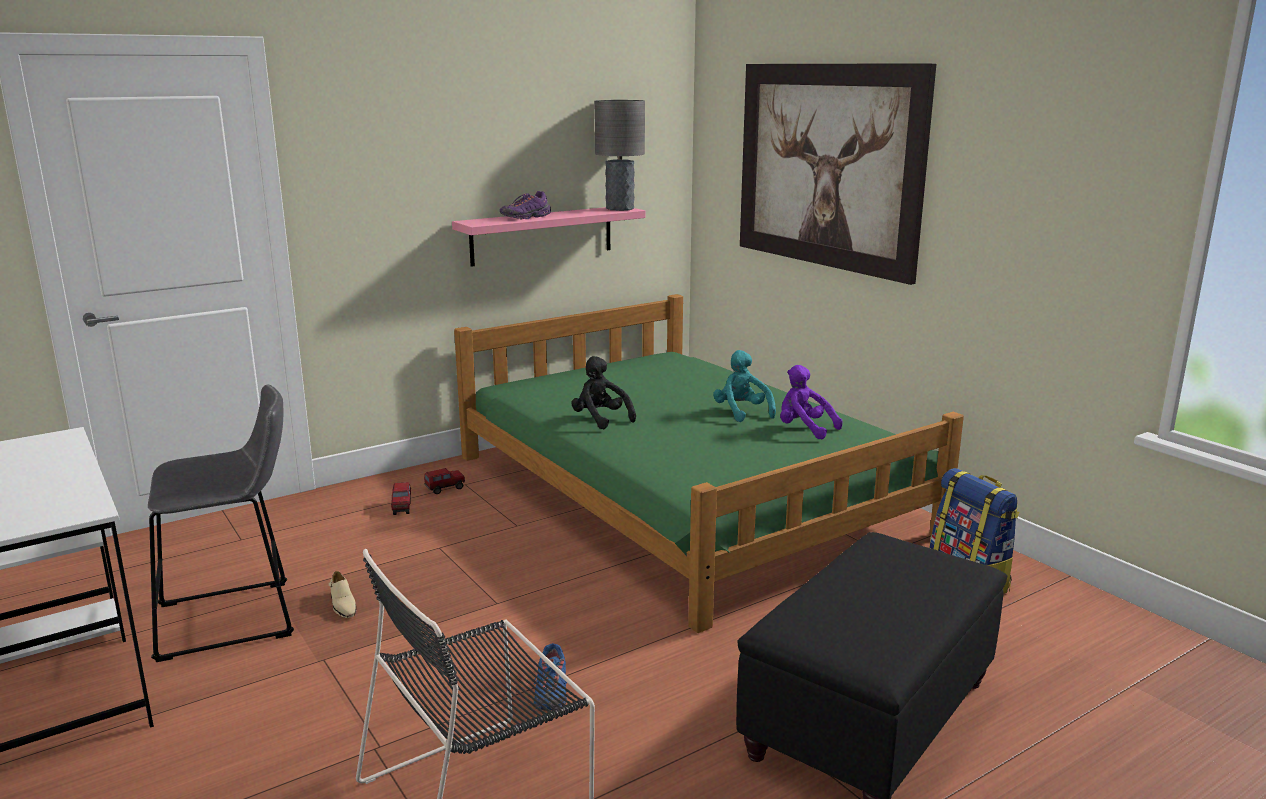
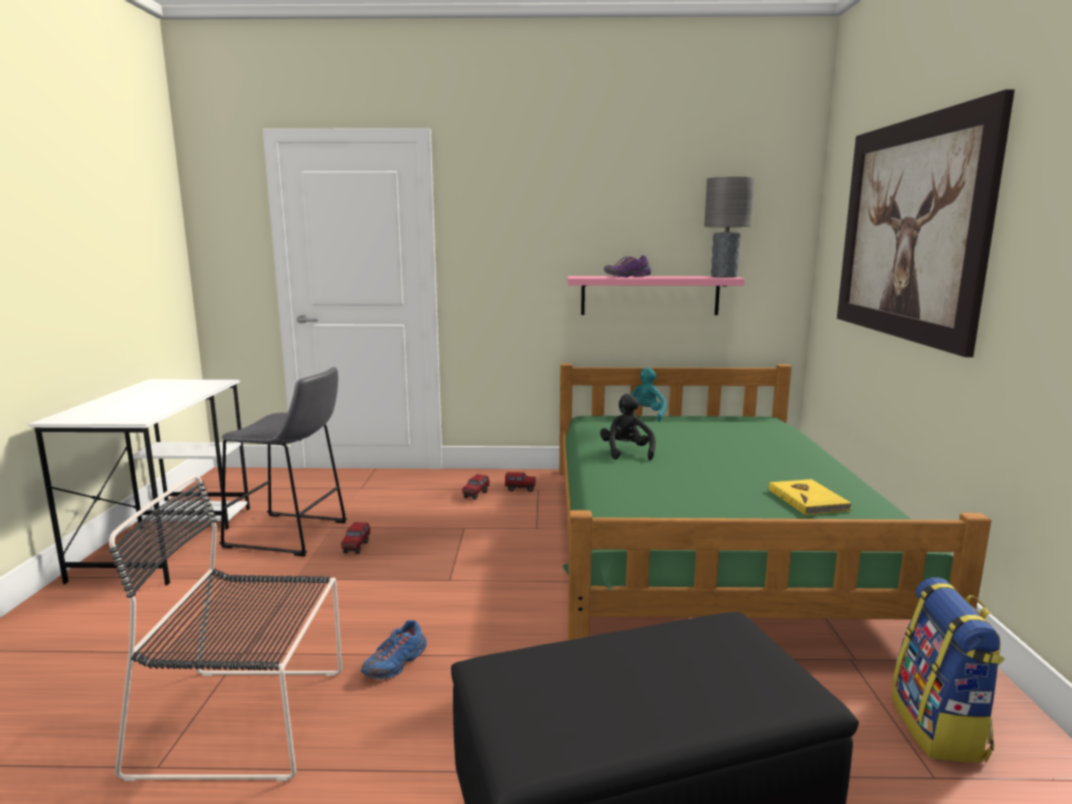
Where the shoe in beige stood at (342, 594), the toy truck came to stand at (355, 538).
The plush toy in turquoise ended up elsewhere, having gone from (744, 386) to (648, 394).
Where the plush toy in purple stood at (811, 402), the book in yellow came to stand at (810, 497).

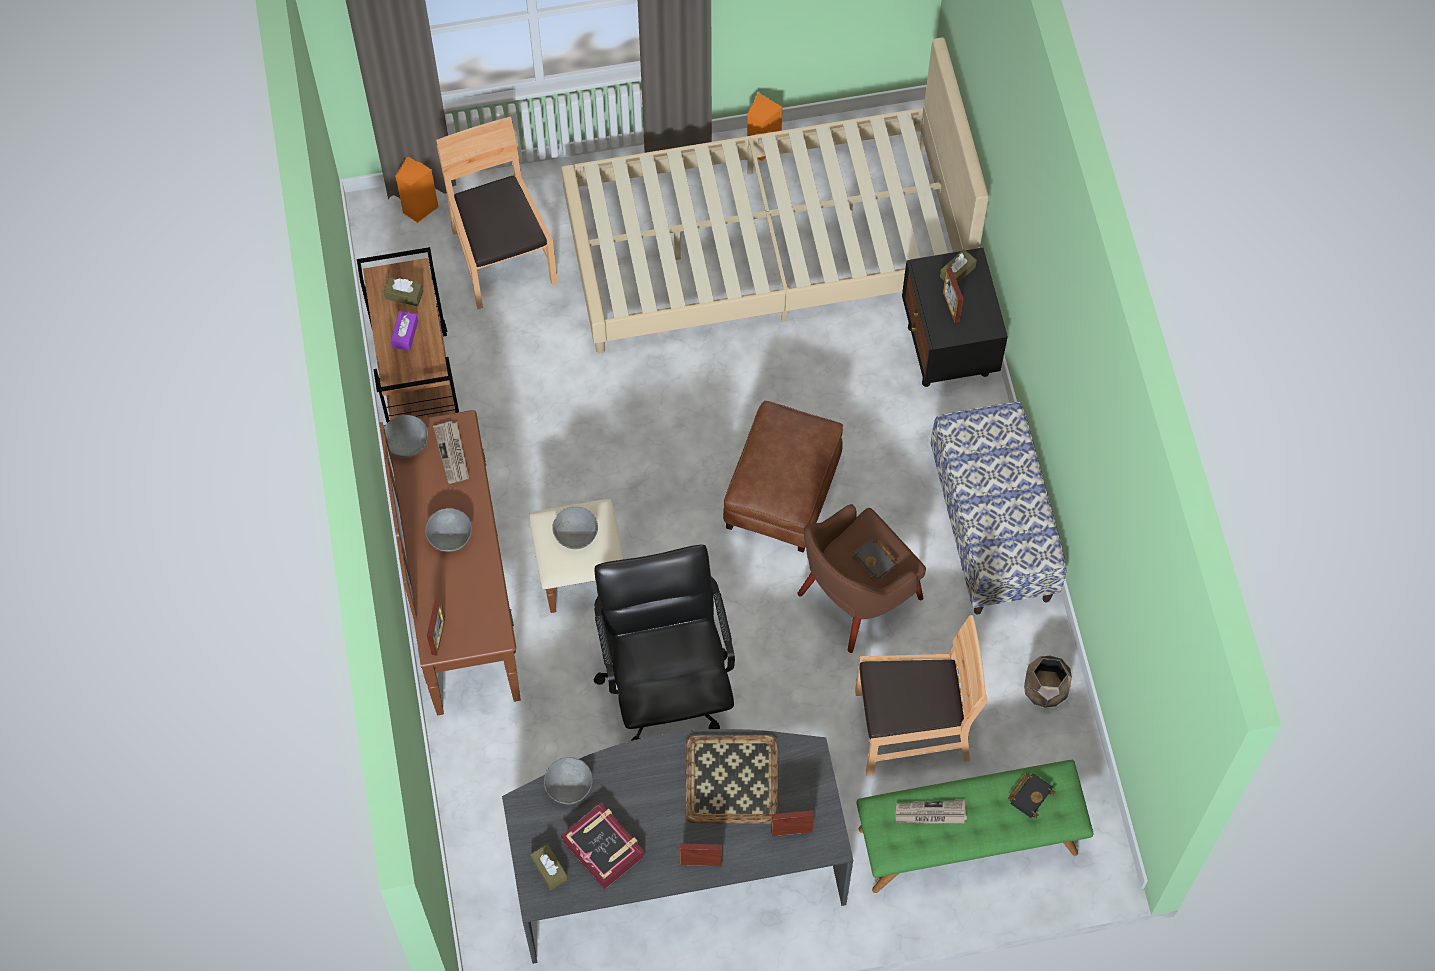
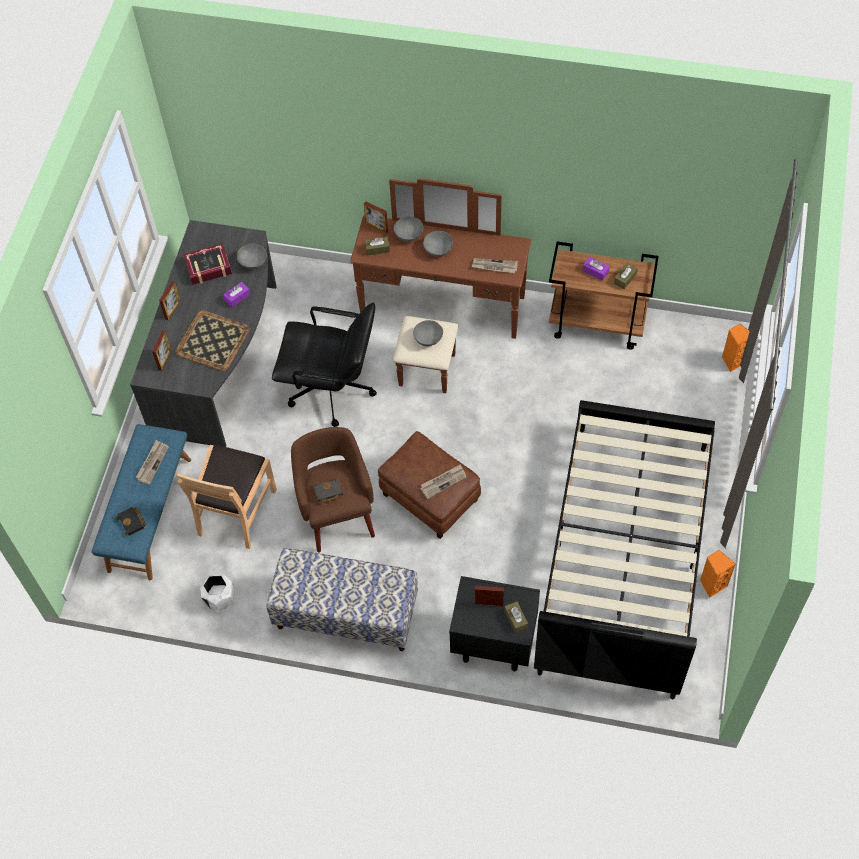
The bowl in grey ended up elsewhere, having gone from (406, 436) to (408, 229).
The second view lost the chair in brown at (497, 213).
The tissue box in brown ended up elsewhere, having gone from (549, 867) to (377, 246).
What was the bed in beige at (775, 195) turned into the bed in black at (624, 549).
What was the bench in green at (975, 826) turned into the bench in blue at (141, 502).
What was the planter in brown at (1048, 682) turned into the planter in white at (217, 592).
The second view gained the tissue box in purple at (236, 294).
The second view gained the newspaper at (443, 481).

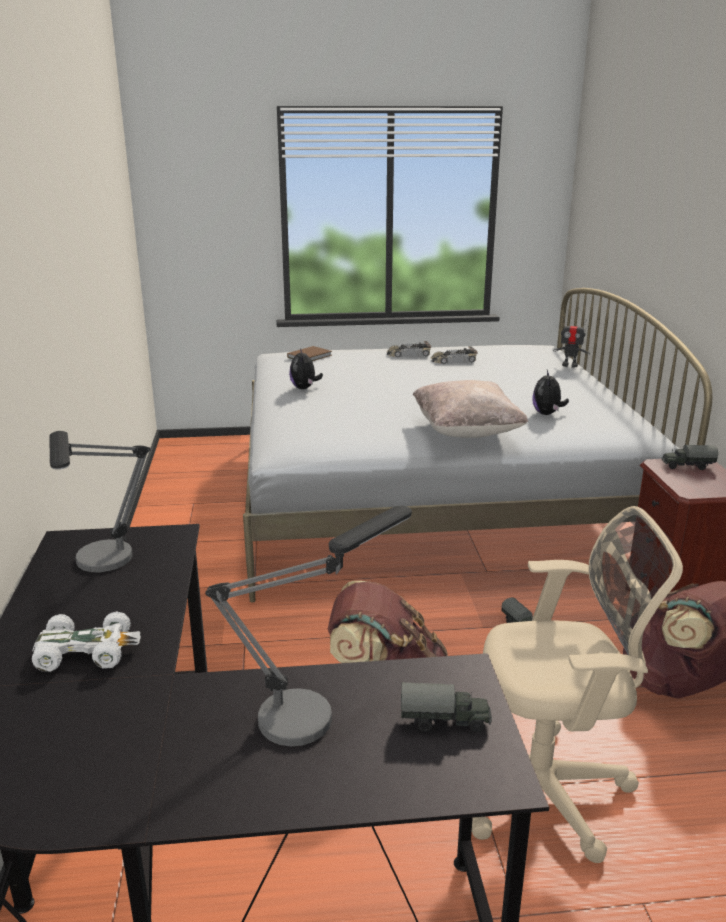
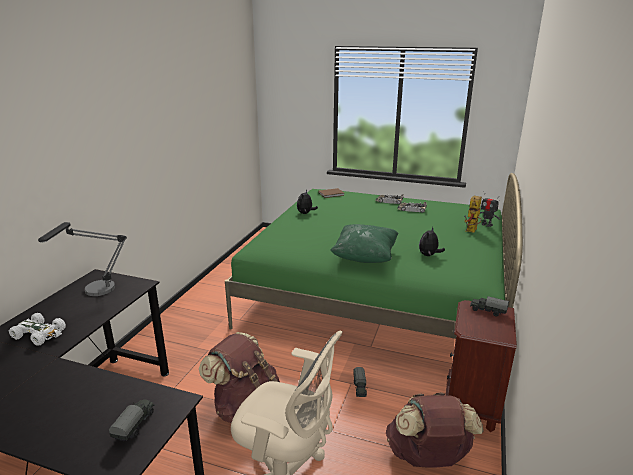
The second view lost the table lamp at (308, 626).
What was the bed in white at (477, 445) turned into the bed in green at (374, 256).
The toy truck at (446, 707) ended up facing another way, 105 degrees counterclockwise from before.
What was the pillow in beige at (470, 409) turned into the pillow in green at (364, 243).
The second view gained the toy robot at (473, 214).

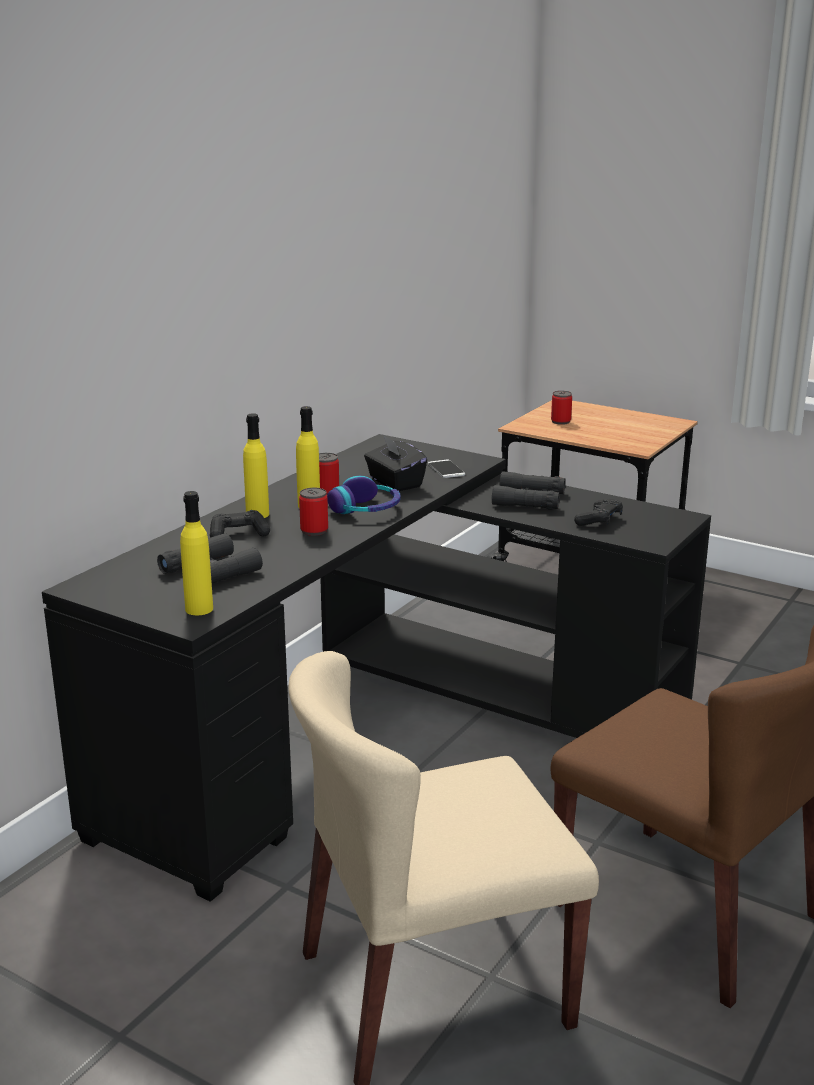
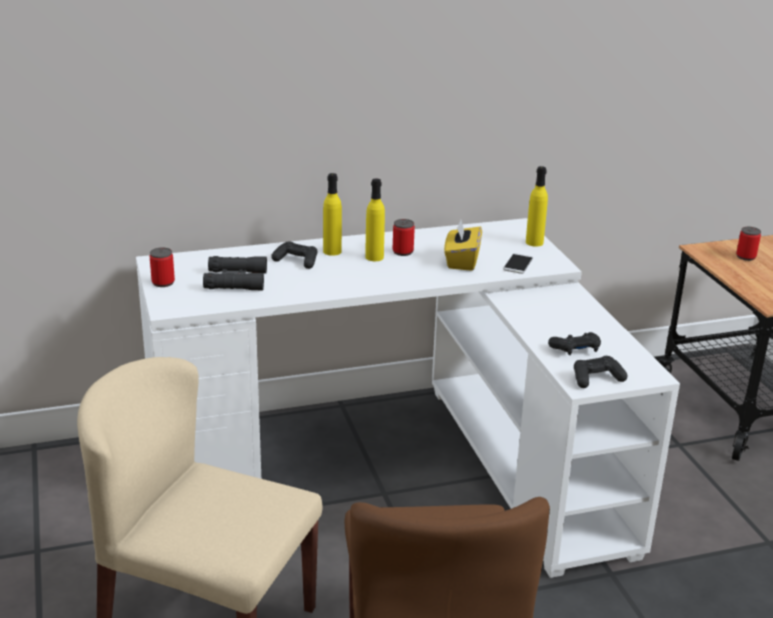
What was the desk in black at (376, 668) turned into the desk in white at (408, 398).
The bottle in yellow ended up elsewhere, having gone from (196, 553) to (537, 206).
The can ended up elsewhere, having gone from (313, 512) to (162, 267).
The second view lost the headphones at (364, 495).
What was the tissue box in black at (395, 462) turned into the tissue box in yellow at (463, 245).
The second view lost the binoculars in black at (529, 490).
The second view gained the game controller in black at (600, 372).

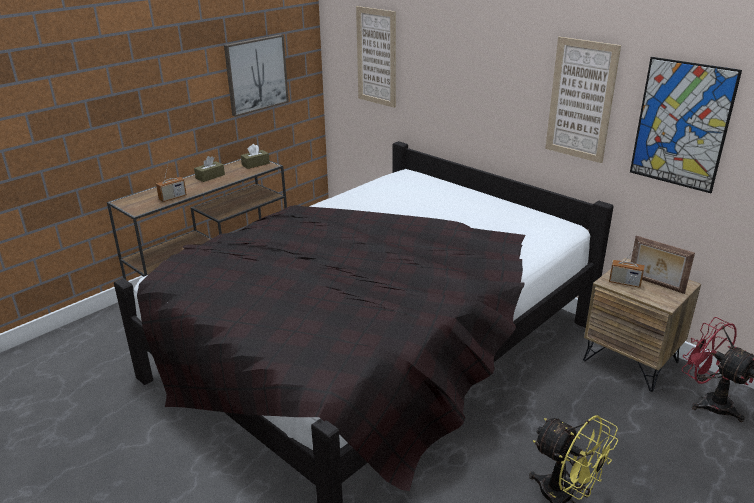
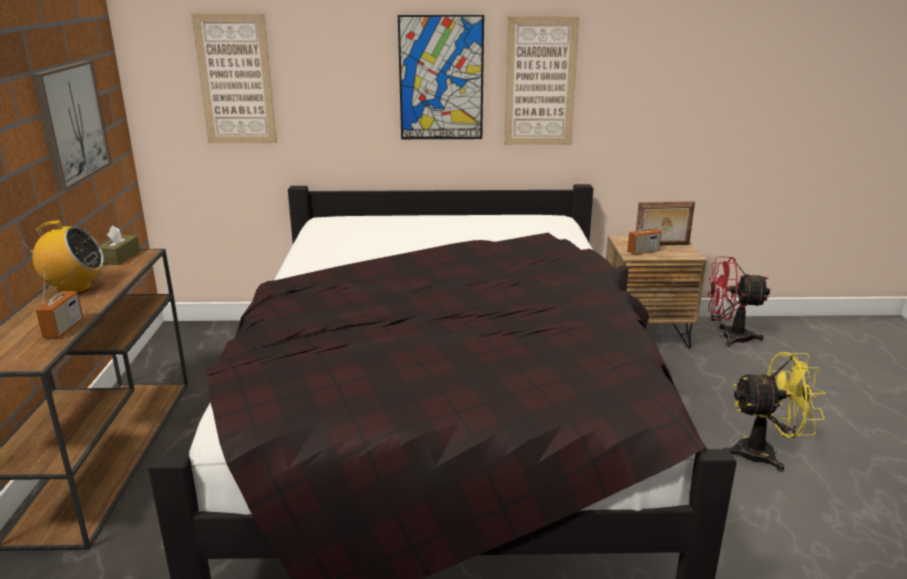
Where the tissue box in brown stood at (209, 169), the radio came to stand at (62, 257).
The picture ended up elsewhere, having gone from (686, 125) to (441, 77).

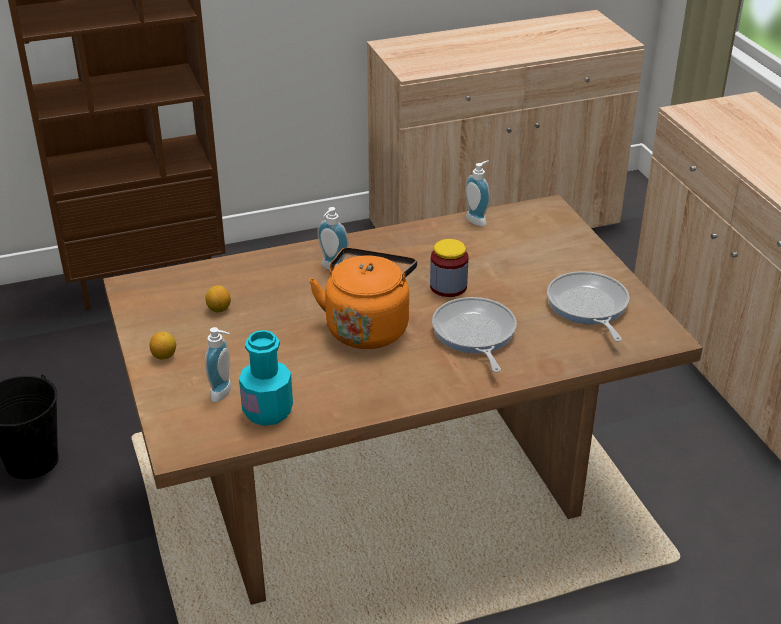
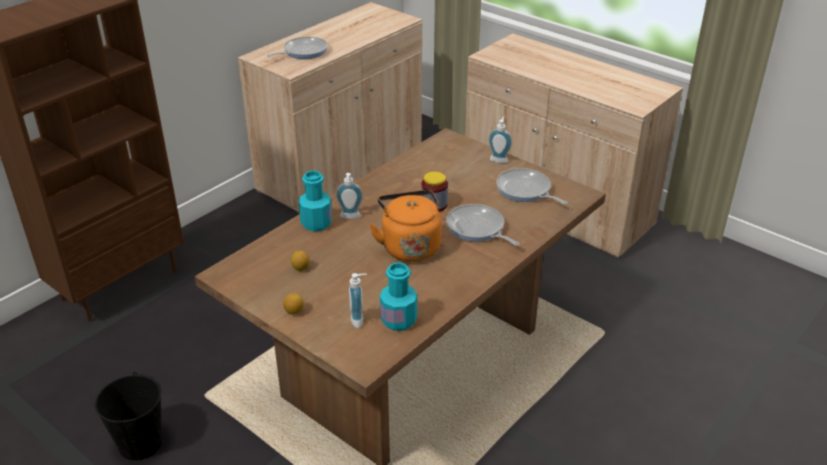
The soap dispenser ended up elsewhere, having gone from (477, 193) to (500, 140).
The second view gained the frying pan at (297, 48).
The second view gained the bottle in turquoise at (315, 201).

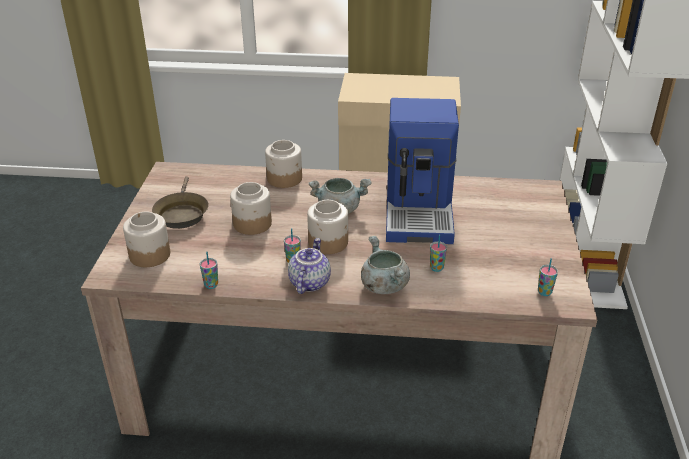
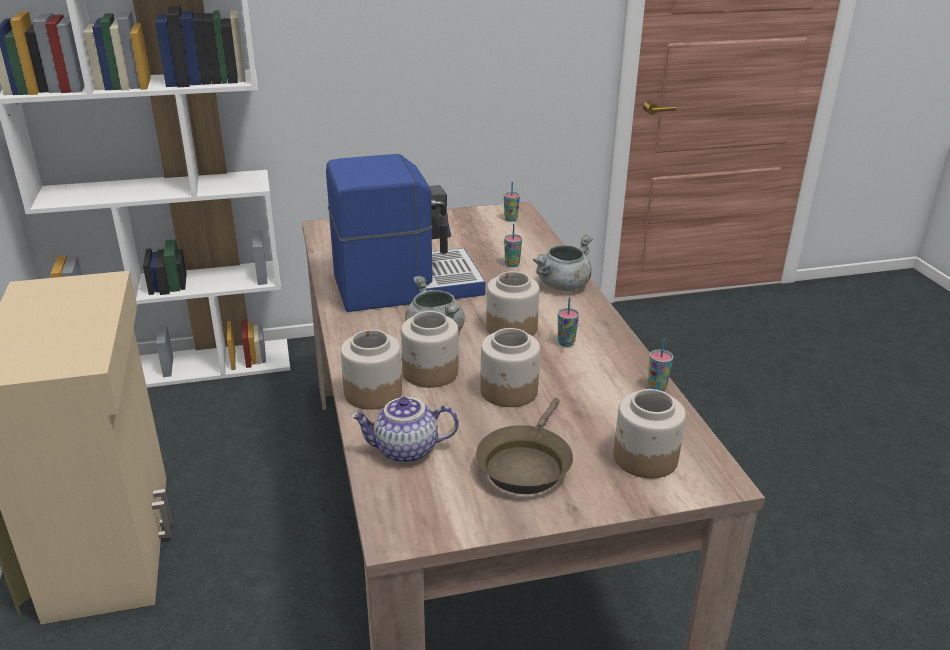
The frying pan in brown at (180, 202) ended up facing another way, 135 degrees clockwise from before.
The teapot ended up elsewhere, having gone from (309, 266) to (404, 430).
The second view gained the jar at (429, 349).

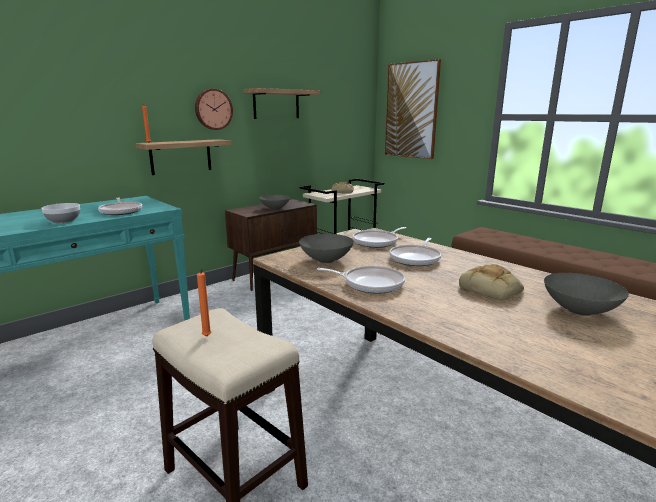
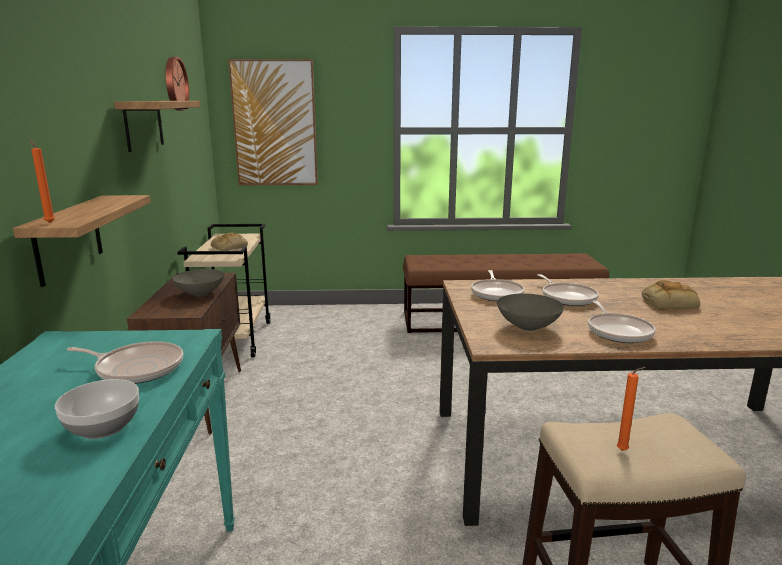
The wall clock ended up elsewhere, having gone from (214, 109) to (177, 84).
The frying pan at (361, 280) ended up facing another way, 120 degrees clockwise from before.
The second view lost the bowl in grey at (586, 294).

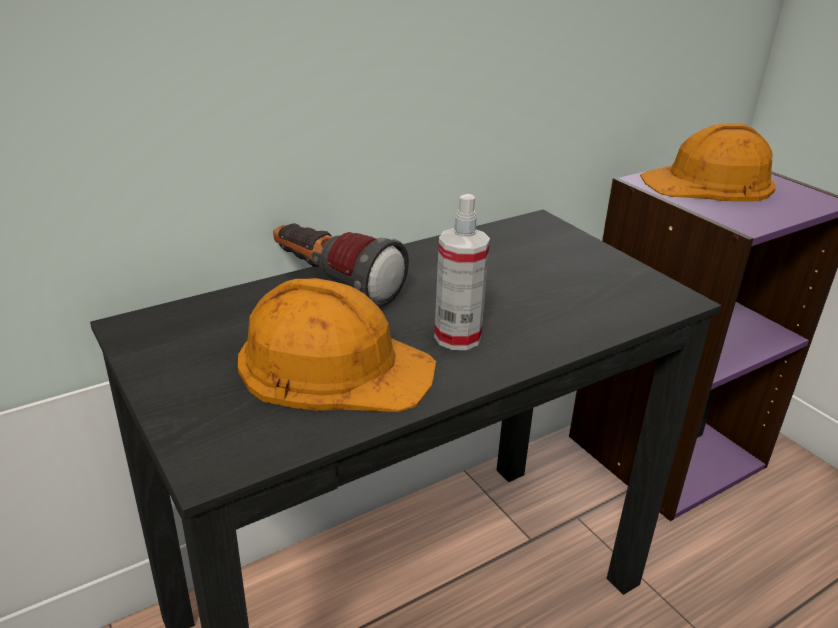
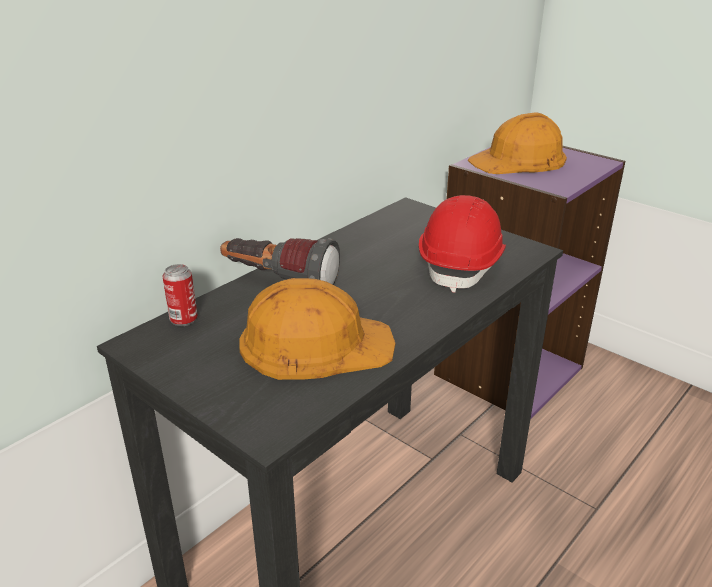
The second view lost the spray bottle at (462, 272).
The second view gained the can at (180, 295).
The second view gained the hard hat in red at (462, 244).

